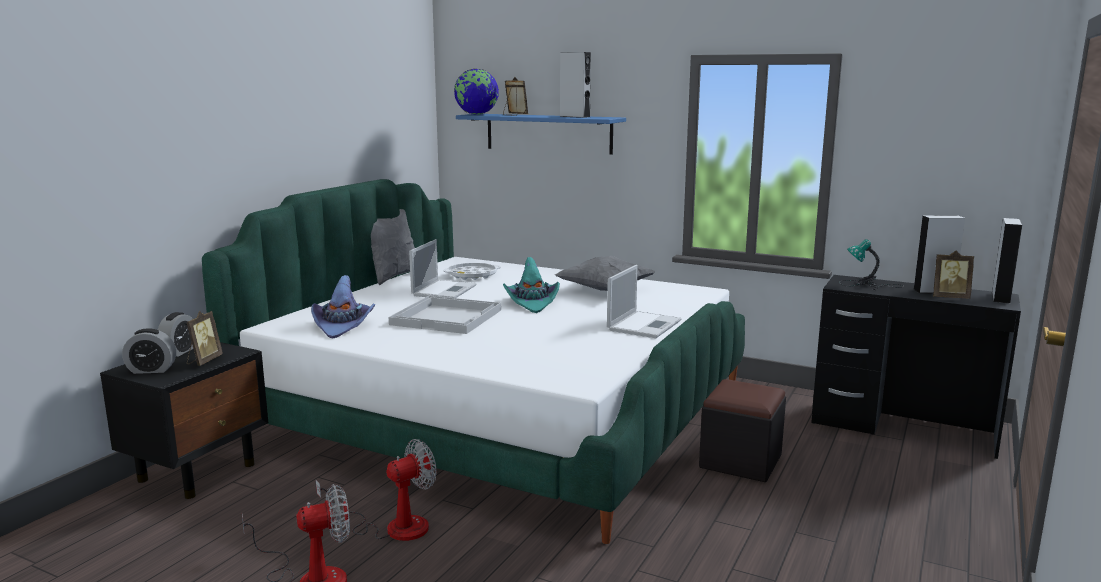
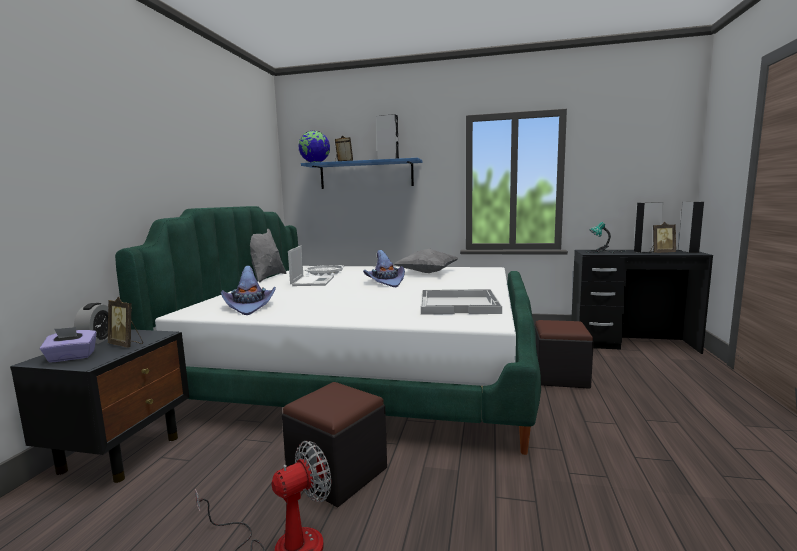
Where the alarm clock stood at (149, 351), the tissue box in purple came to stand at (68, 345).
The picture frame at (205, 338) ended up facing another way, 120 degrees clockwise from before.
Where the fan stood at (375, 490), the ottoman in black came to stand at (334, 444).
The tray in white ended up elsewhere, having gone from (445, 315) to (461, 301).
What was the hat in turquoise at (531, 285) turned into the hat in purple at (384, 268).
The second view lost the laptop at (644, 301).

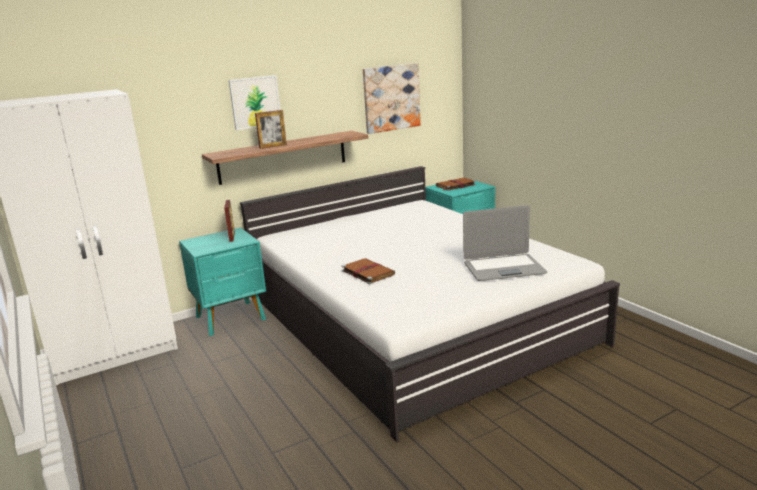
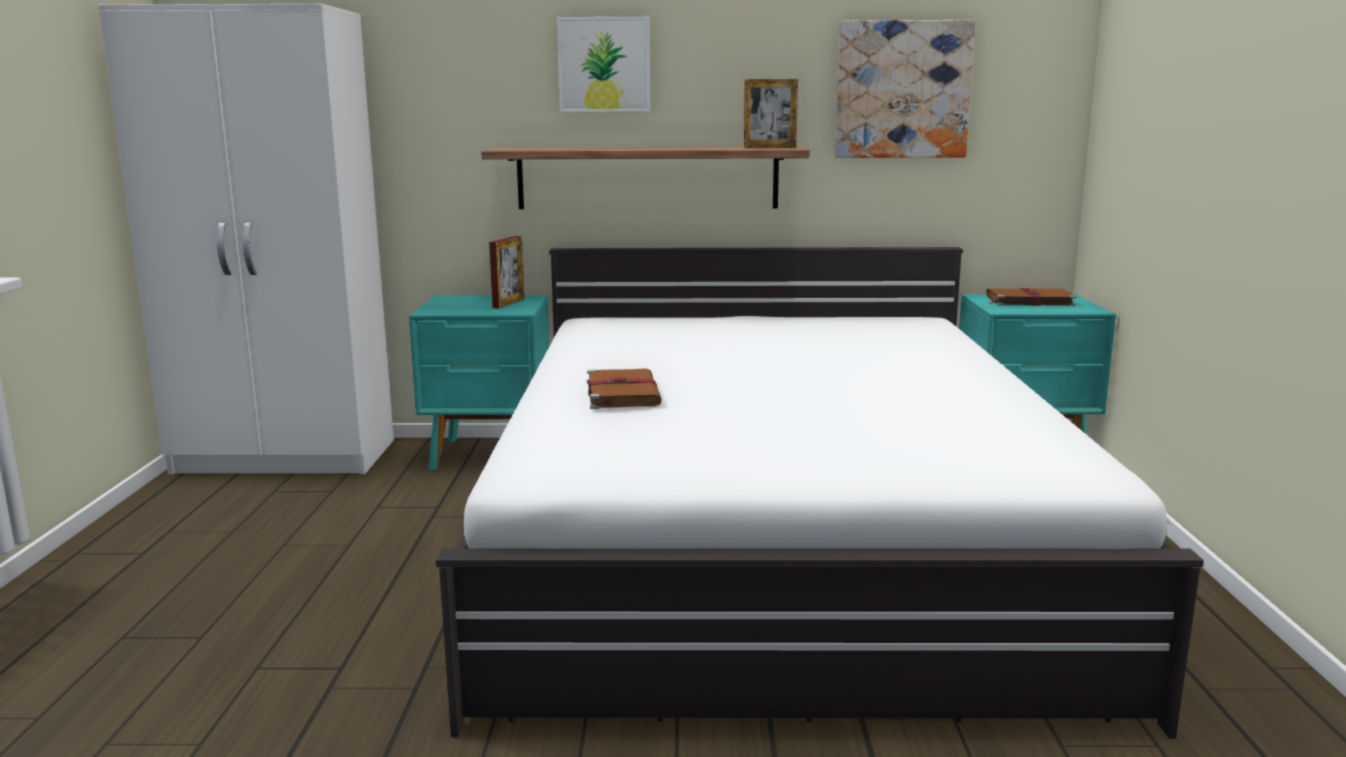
The picture frame ended up elsewhere, having gone from (271, 129) to (771, 113).
The second view lost the laptop at (505, 243).

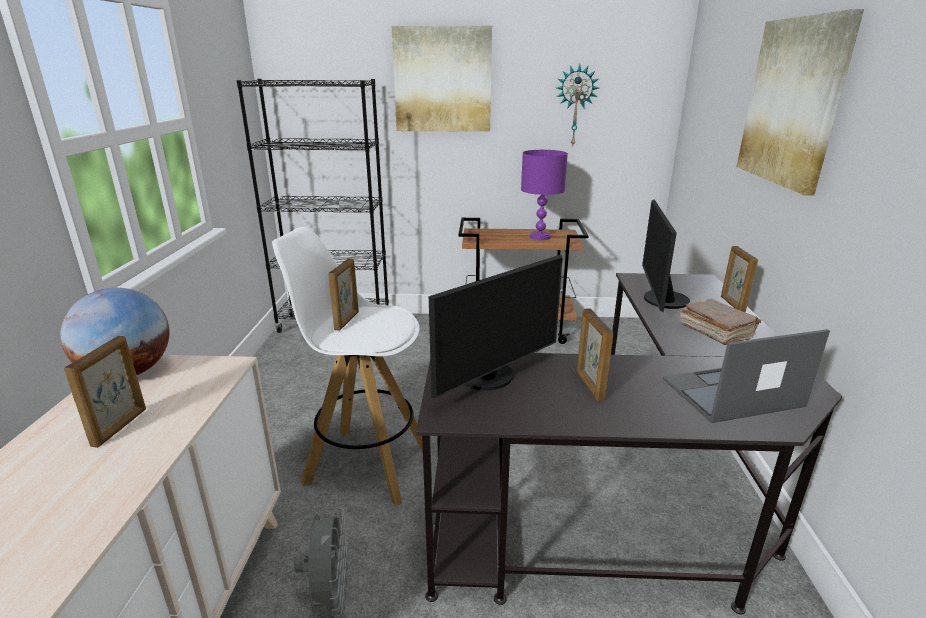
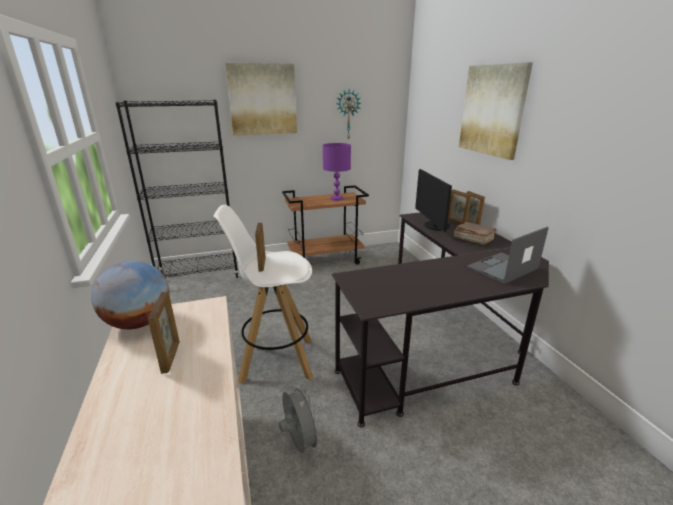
The second view lost the monitor at (496, 326).
The picture frame ended up elsewhere, having gone from (595, 354) to (459, 207).

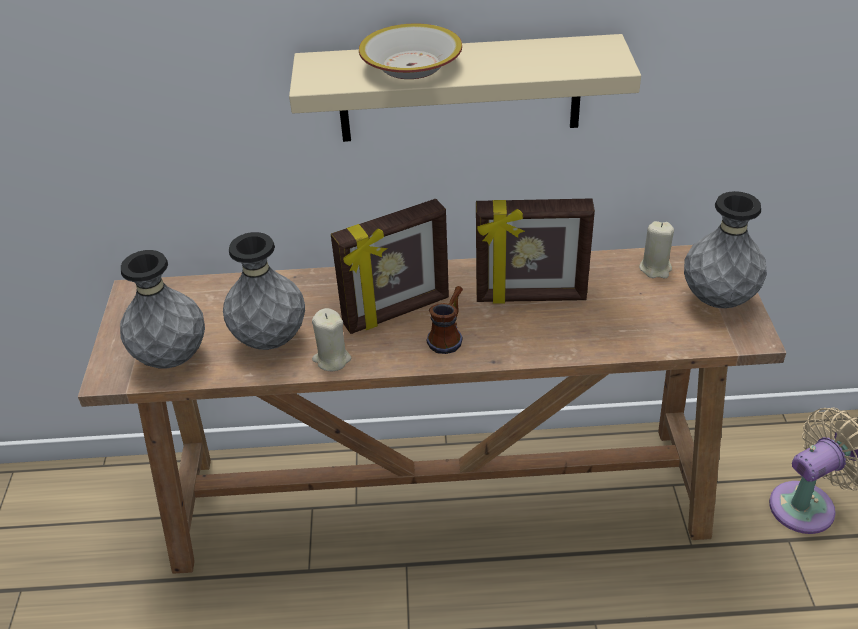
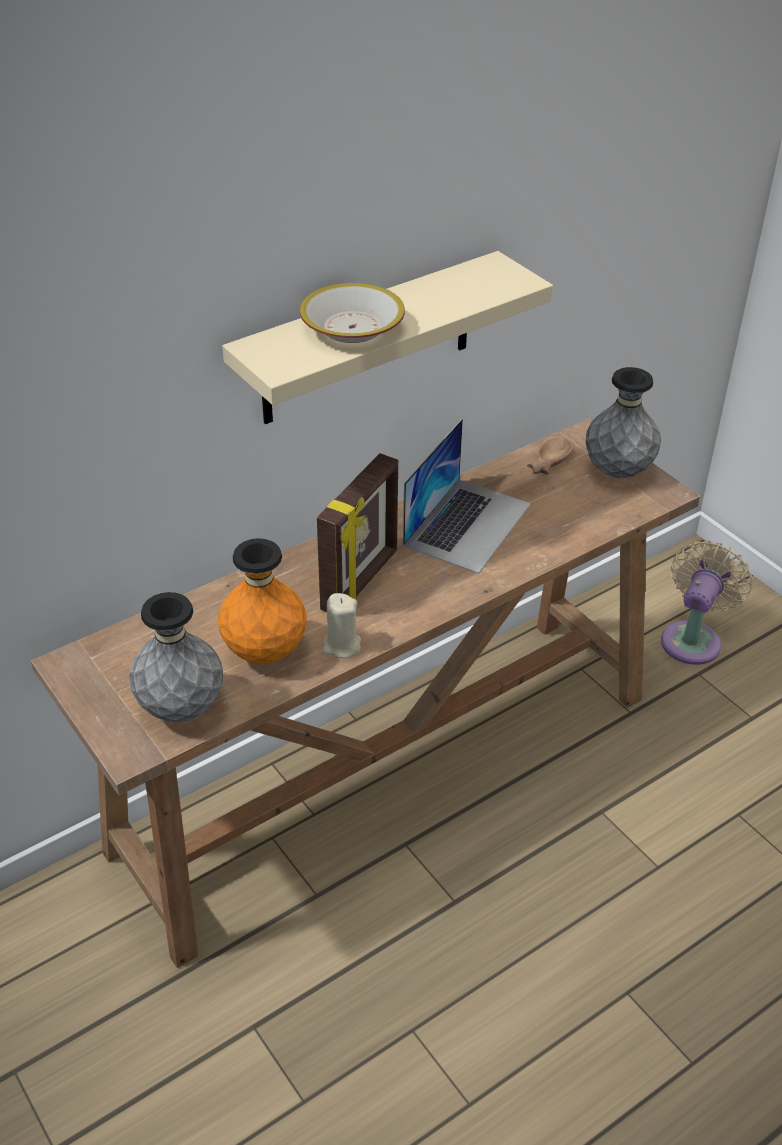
What was the vase in grey at (264, 291) turned into the vase in orange at (262, 601).
The second view lost the mug at (444, 320).
Where the picture frame stood at (535, 251), the laptop came to stand at (467, 496).
Where the candle in beige stood at (656, 249), the bowl in brown came to stand at (550, 455).

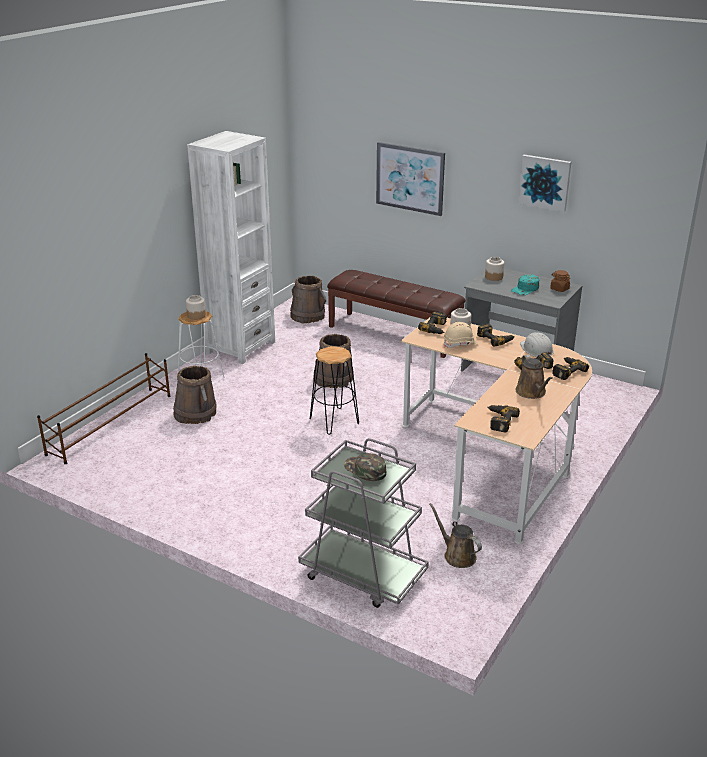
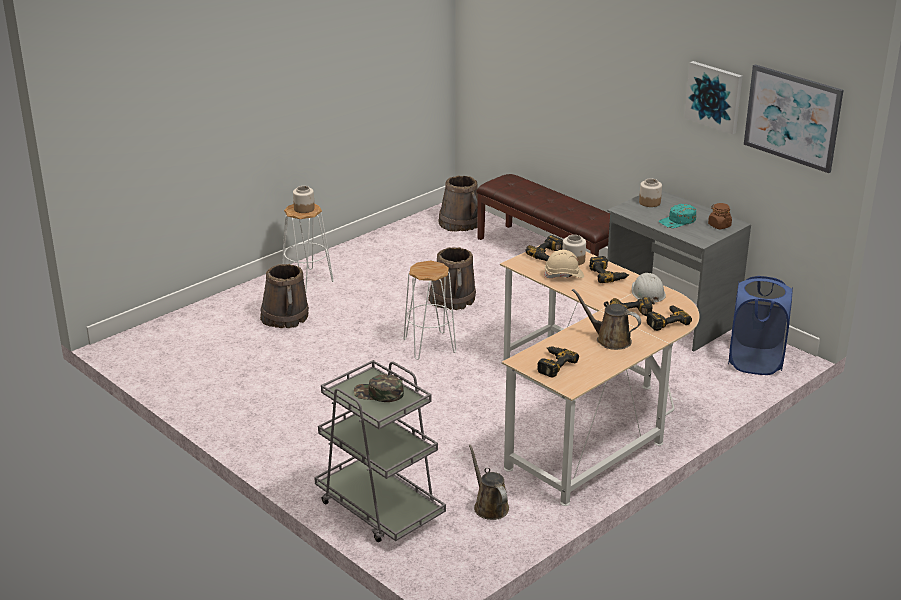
The second view lost the shoe rack in brown at (103, 408).
The second view lost the bookcase in white at (231, 247).
What was the stool in black at (334, 390) turned into the stool in white at (430, 310).
The cap in green at (365, 467) ended up facing another way, 45 degrees counterclockwise from before.
The picture ended up elsewhere, having gone from (410, 179) to (794, 118).
The watering can in brown at (534, 377) ended up facing another way, 120 degrees clockwise from before.
The second view gained the laundry basket in blue at (760, 325).

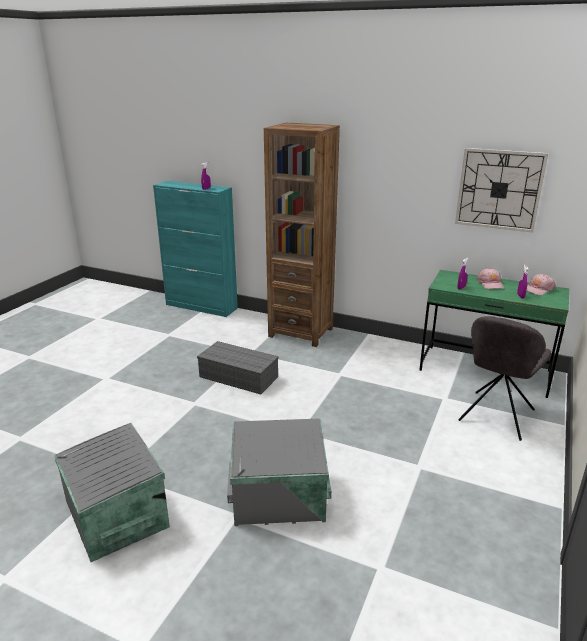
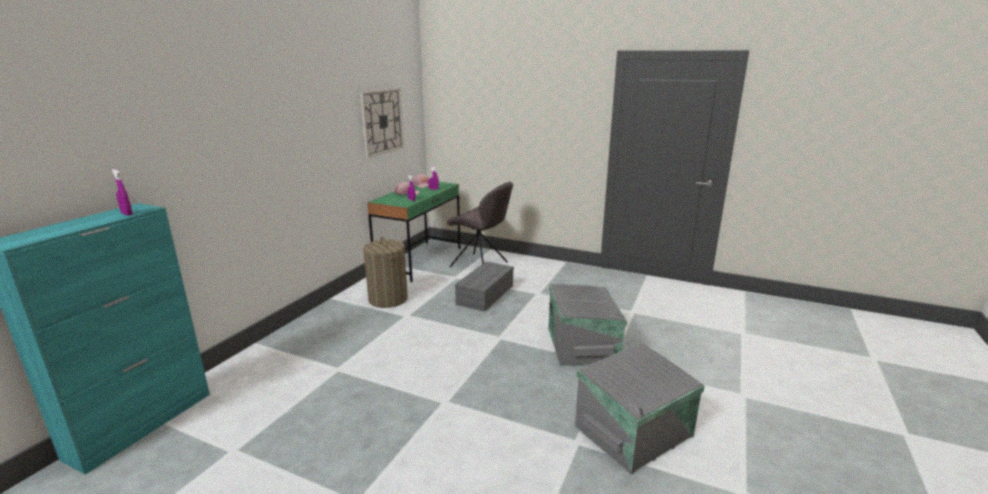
The storage box in grey ended up elsewhere, having gone from (238, 368) to (484, 287).
The second view lost the bookcase in brown at (302, 235).
The second view gained the laundry basket at (385, 272).

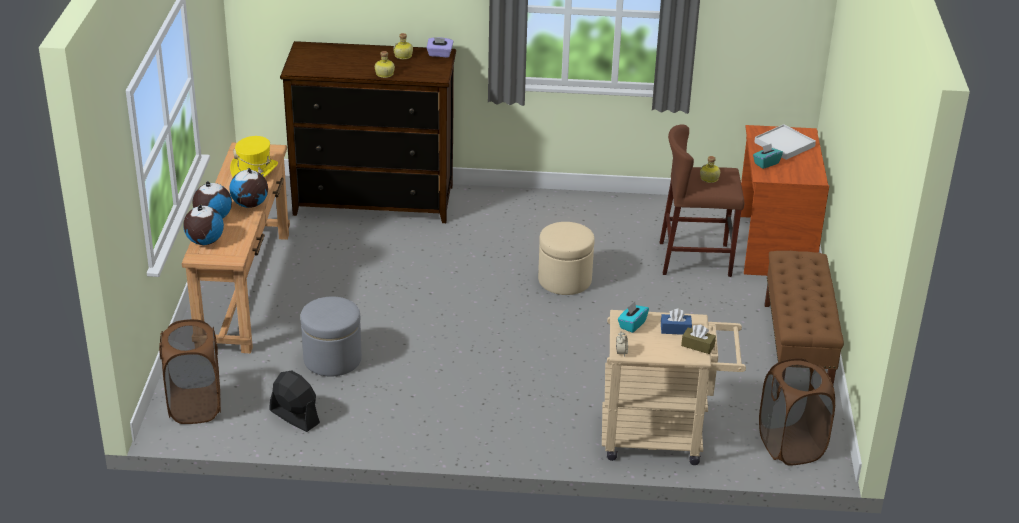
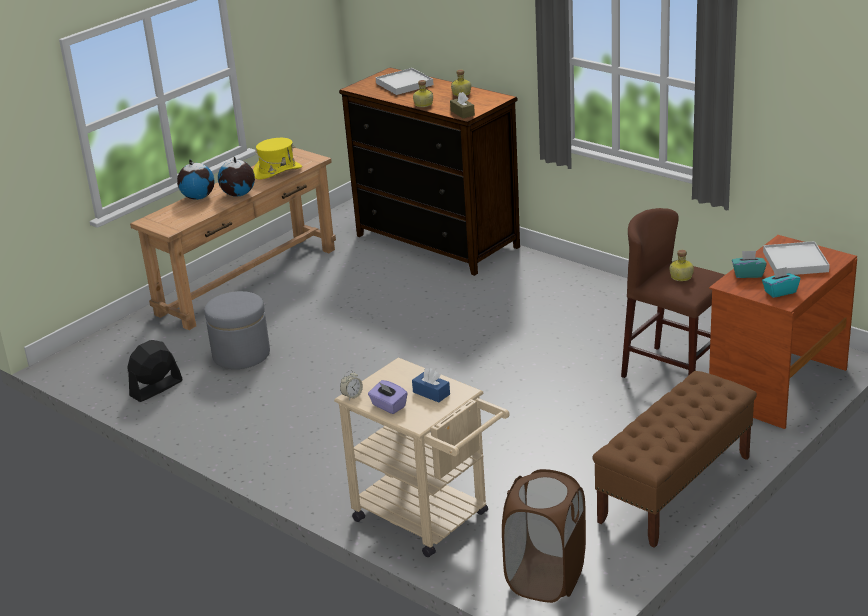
The second view lost the laundry basket in brown at (190, 371).
The second view lost the globe at (203, 225).
The fan in black at (294, 401) ended up facing another way, 120 degrees counterclockwise from before.
The tissue box in purple ended up elsewhere, having gone from (440, 47) to (388, 397).
The second view lost the ottoman in beige at (566, 258).
The tissue box in turquoise ended up elsewhere, having gone from (633, 317) to (781, 282).
The tissue box in brown ended up elsewhere, having gone from (698, 339) to (462, 105).
The second view gained the tray in white at (404, 81).

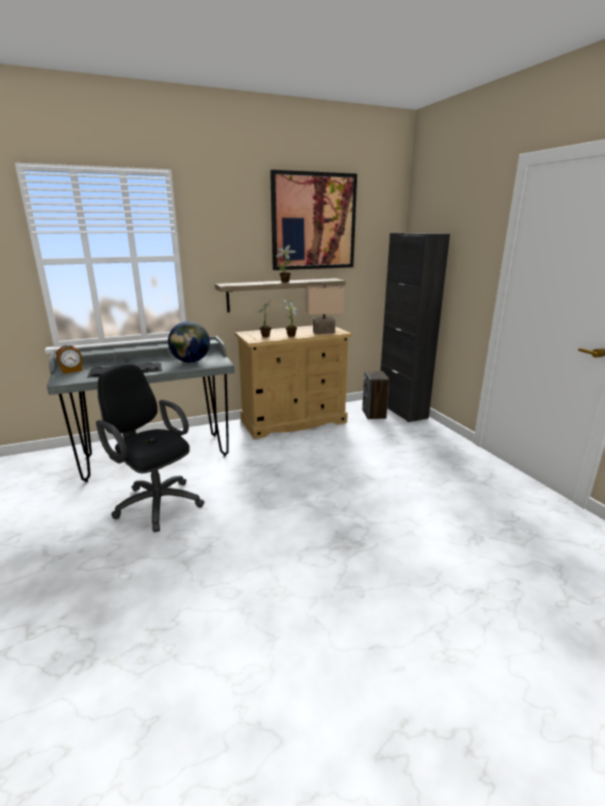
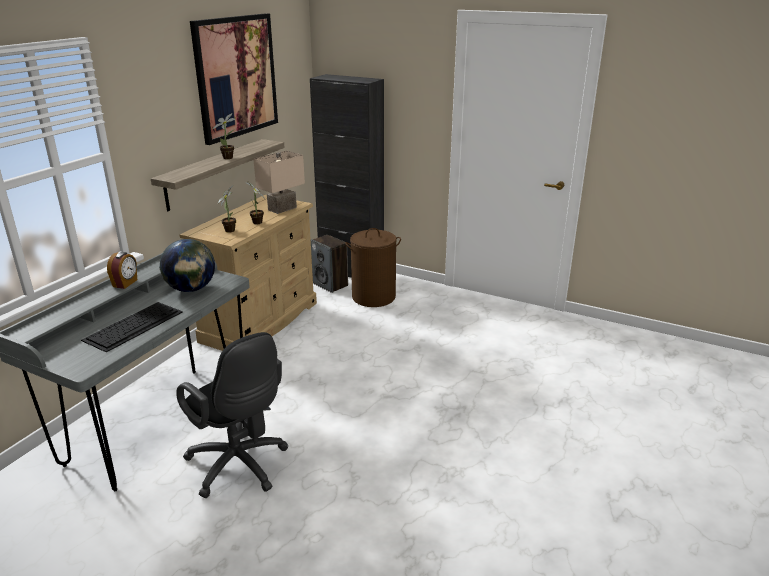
The alarm clock ended up elsewhere, having gone from (69, 359) to (122, 270).
The office chair in black at (150, 447) ended up facing another way, 135 degrees counterclockwise from before.
The second view gained the laundry basket in brown at (373, 267).

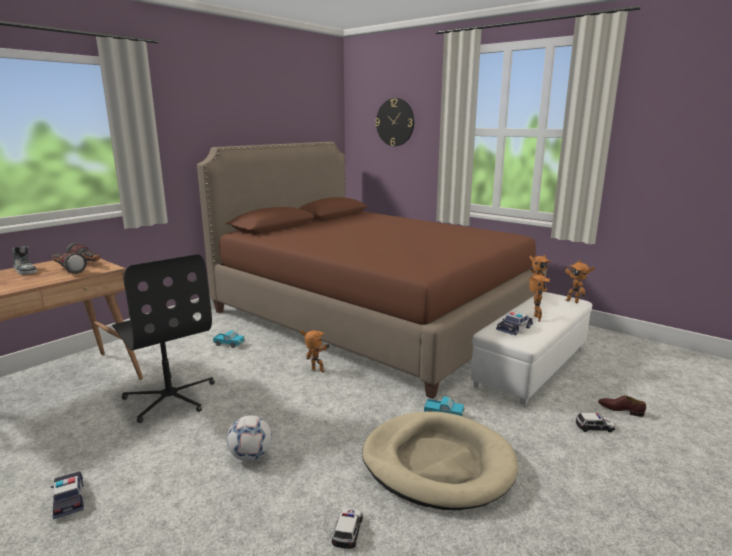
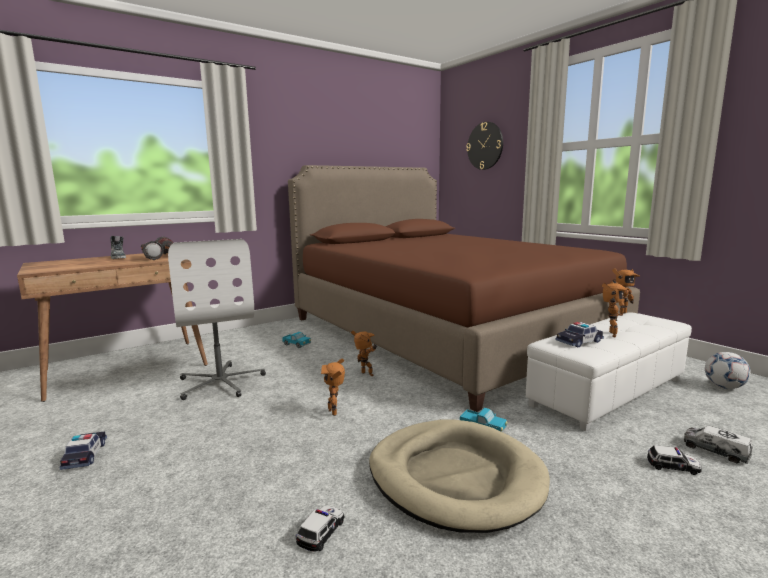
What was the office chair in black at (163, 338) turned into the office chair in white at (217, 319).
The football ended up elsewhere, having gone from (249, 438) to (727, 370).
The toy robot ended up elsewhere, having gone from (579, 281) to (333, 387).
Where the shoe in brown stood at (622, 406), the toy truck came to stand at (718, 445).

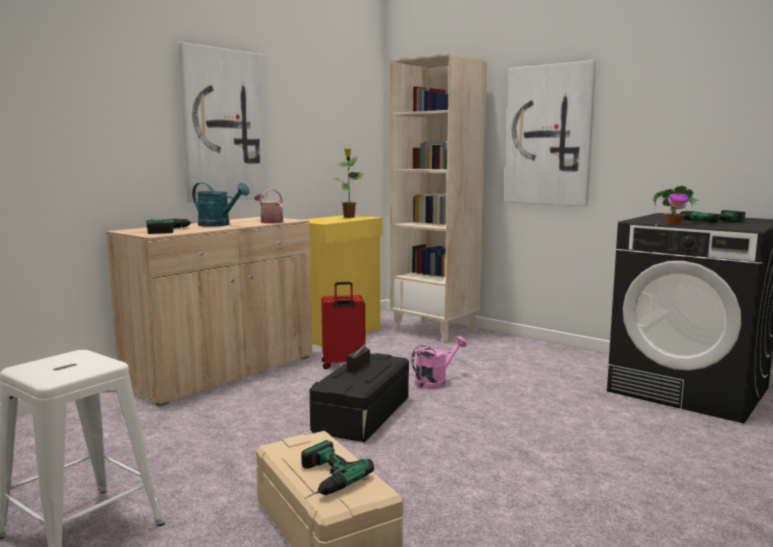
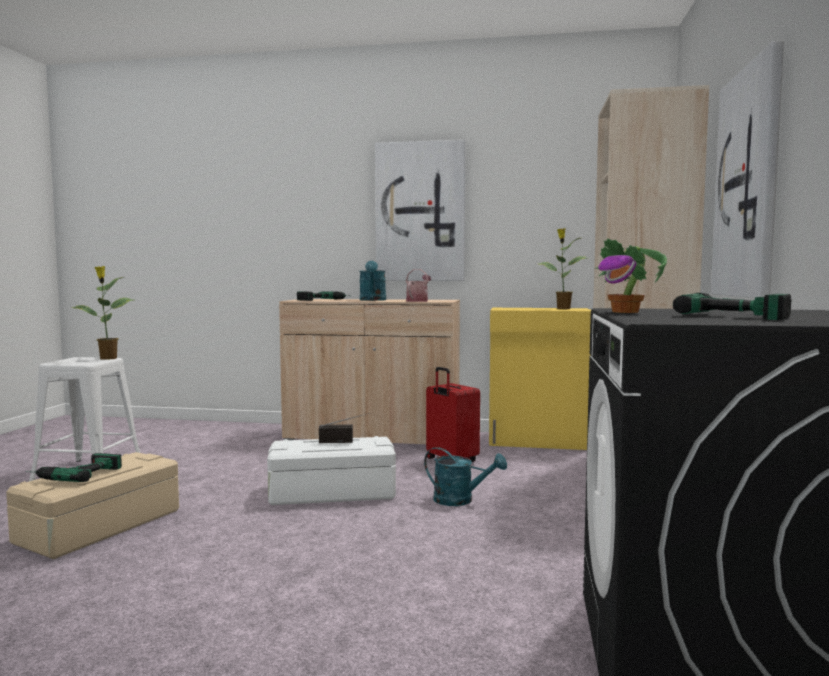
What was the storage box in black at (359, 397) turned into the storage box in white at (331, 470).
What was the watering can in pink at (439, 362) turned into the watering can in turquoise at (465, 476).
The second view gained the potted plant at (102, 313).

